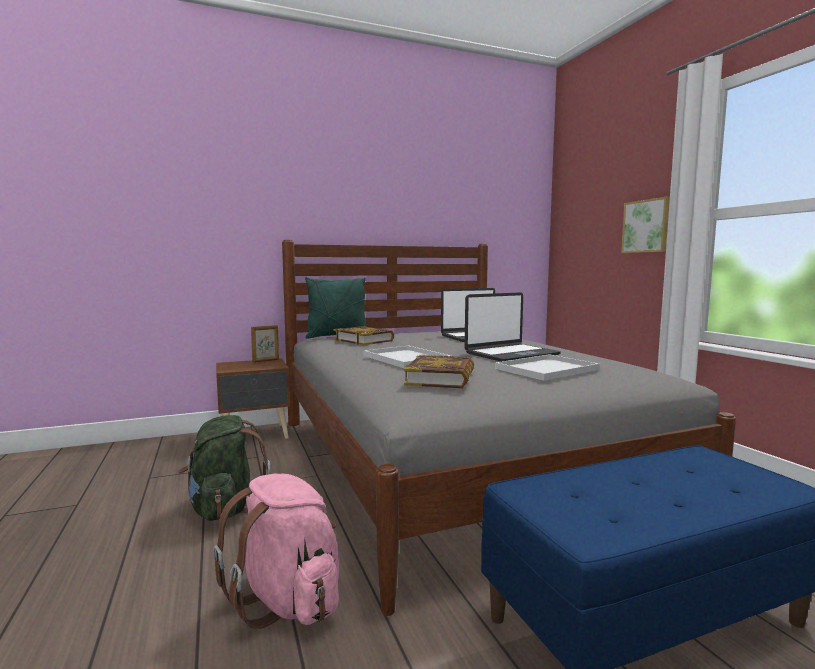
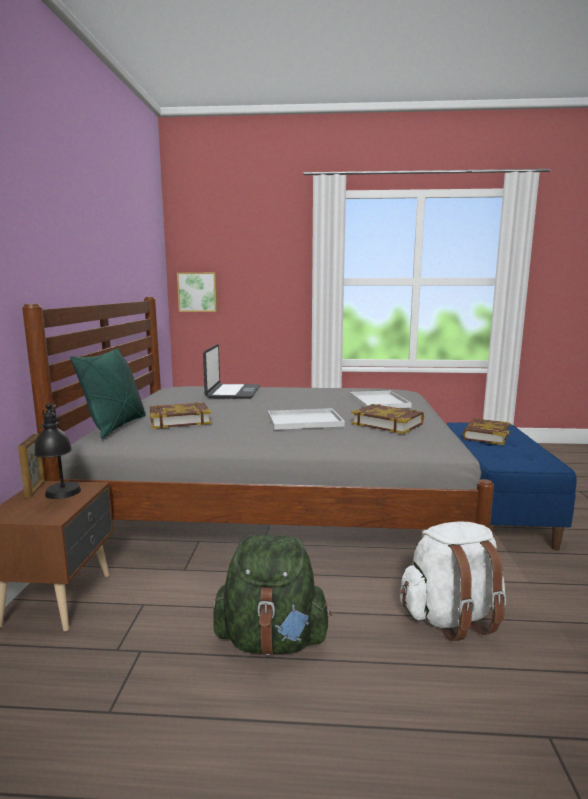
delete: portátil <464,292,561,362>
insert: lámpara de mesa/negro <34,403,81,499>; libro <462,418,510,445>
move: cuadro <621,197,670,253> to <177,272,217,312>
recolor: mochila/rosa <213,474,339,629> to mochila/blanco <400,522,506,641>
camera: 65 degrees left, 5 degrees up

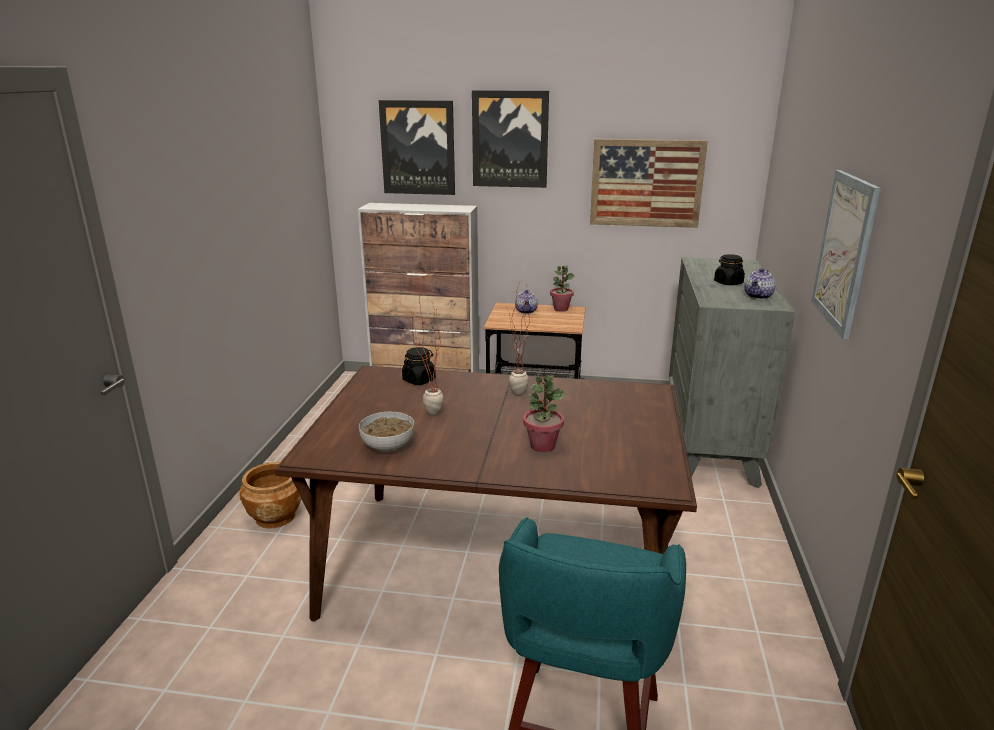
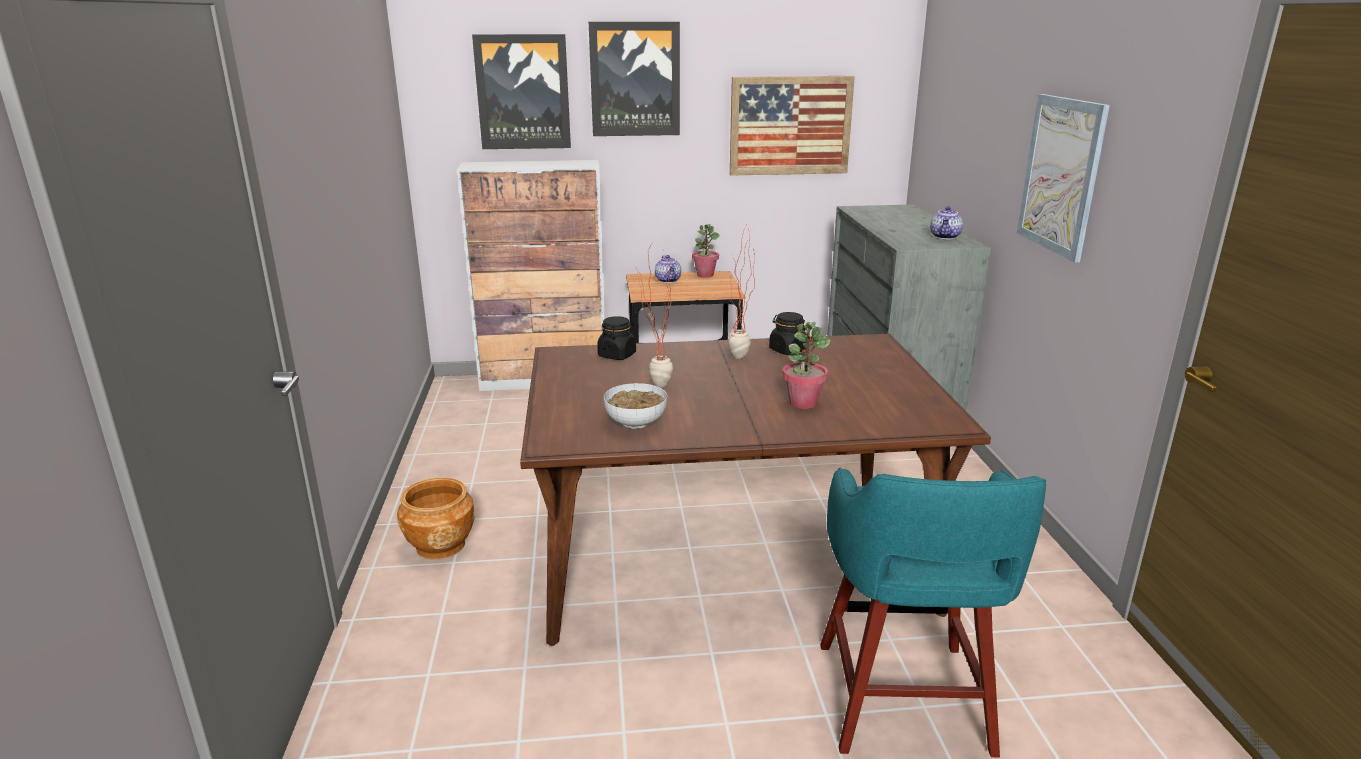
move: tarro/negro <714,254,745,285> to <769,312,807,355>
camera: 15 degrees left, 0 degrees up

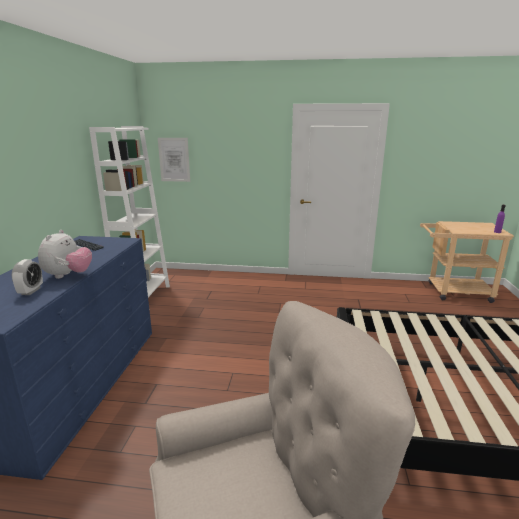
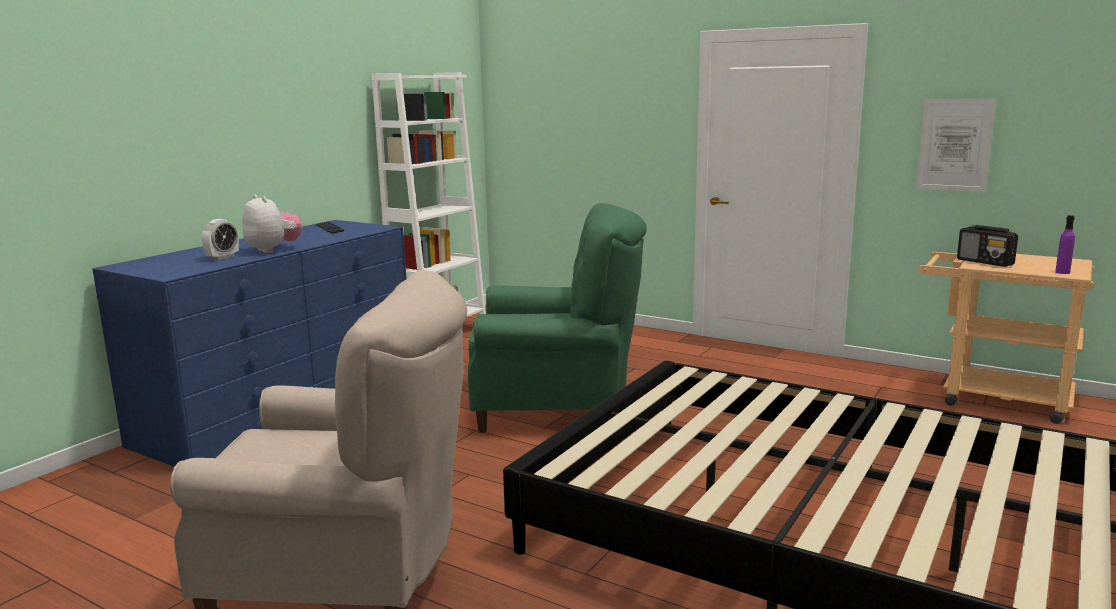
insert: sillón/verde <468,203,647,433>; radio <957,225,1018,267>
move: cuadro <158,138,190,182> to <916,99,996,192>
rotate: peluche <38,230,92,279> = <242,195,302,253> 75 degrees counterclockwise
camera: 25 degrees right, 5 degrees down

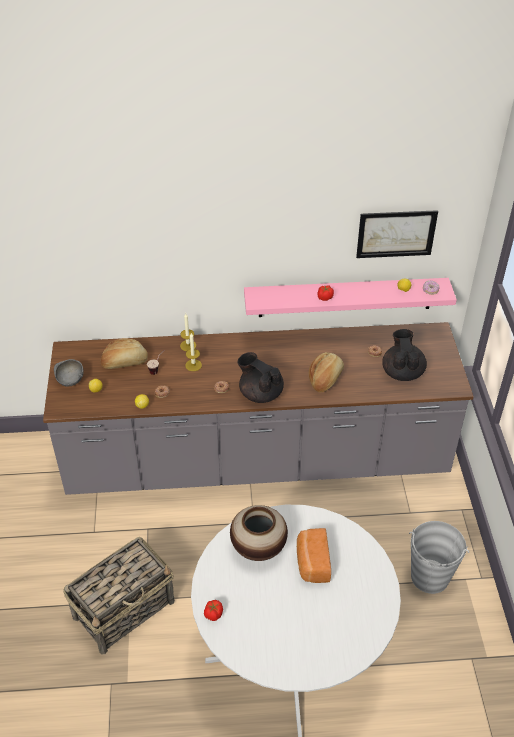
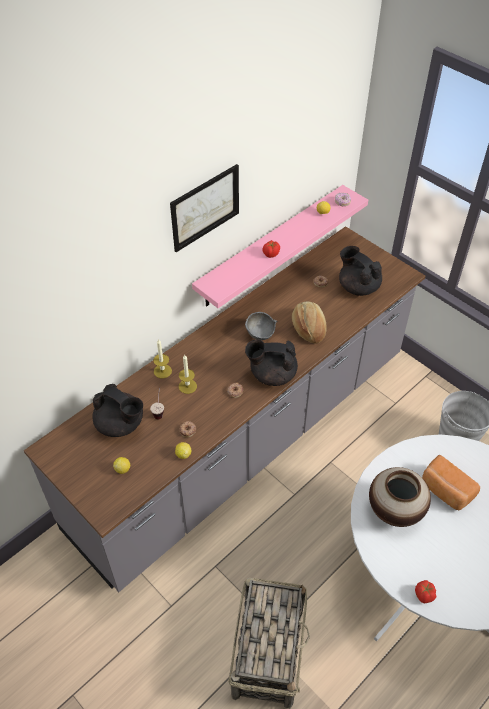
move: cuadro <356,210,438,258> to <170,164,239,252>; cuenco/gris <54,359,84,387> to <245,312,277,340>
replace: pan <101,338,148,369> to tetera/negro <93,384,143,437>
camera: 40 degrees left, 5 degrees up

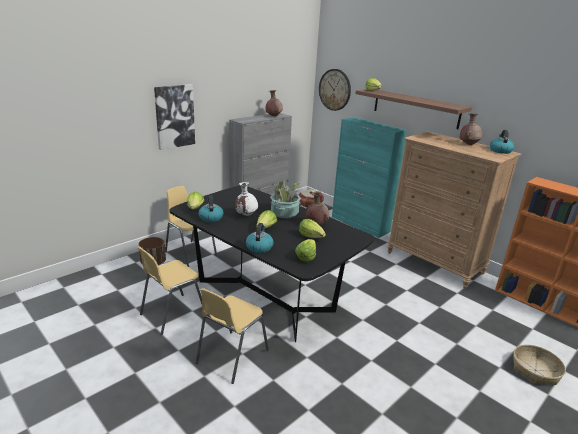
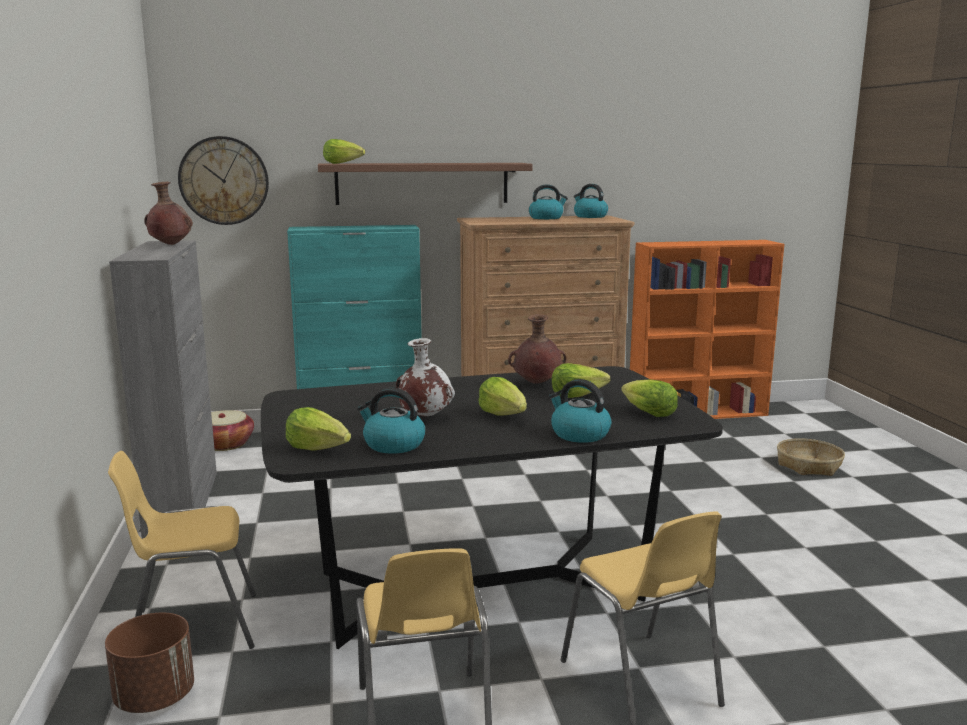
delete: cuadro <154,84,195,150>; planta en maceta <270,181,301,218>
replace: florero/marrón <460,113,482,145> to hervidor <529,184,568,219>
camera: 55 degrees left, 10 degrees down

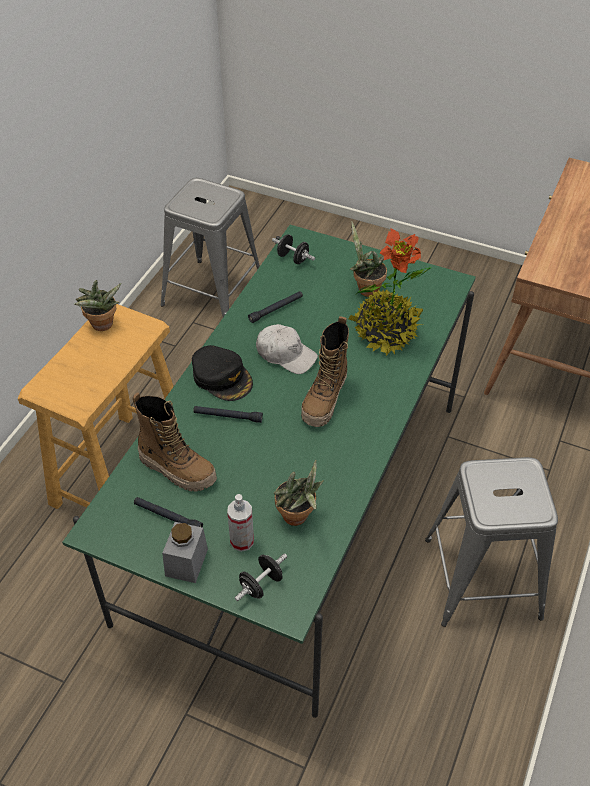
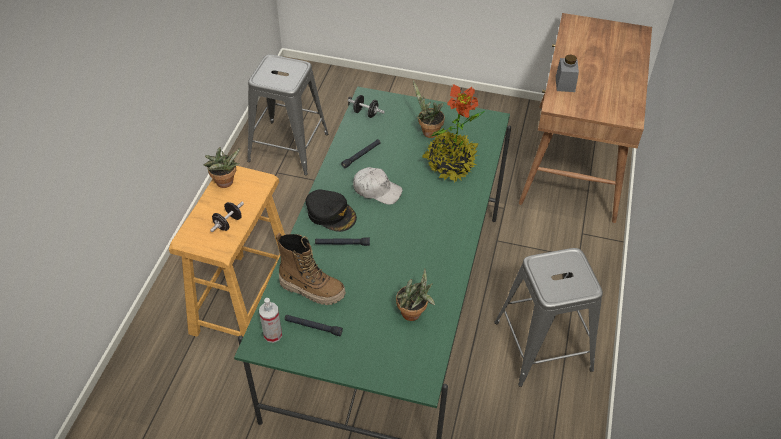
delete: bota <301,316,349,427>
move: pulverizador <227,494,254,552> to <259,298,282,343>; tarro/gris <162,522,208,583> to <556,54,579,92>; mancuerna/negro <235,553,287,601> to <210,202,244,232>
camera: 10 degrees left, 0 degrees up

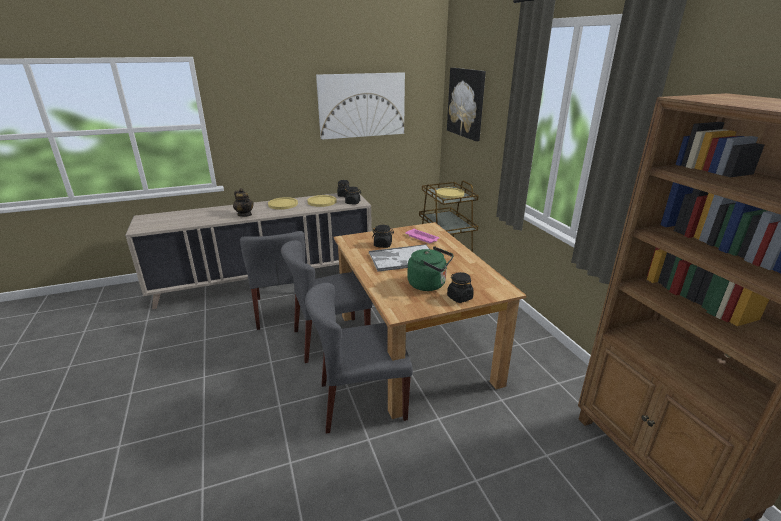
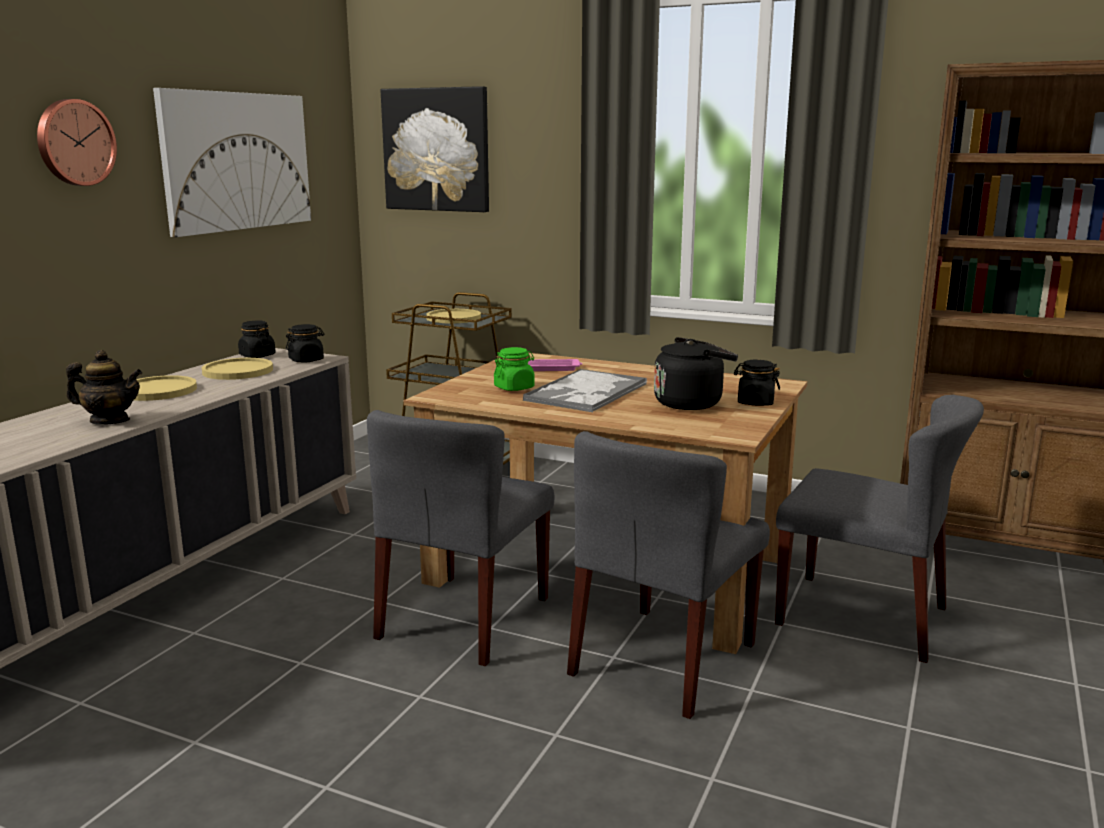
insert: reloj de pared <37,99,117,186>
move: silla/gris <240,231,305,330> to <775,395,984,663>
recolor: tarro/negro <372,225,394,248> to tarro/verde <494,347,535,391>; hervidor/verde <407,246,454,291> to hervidor/negro <654,337,738,410>
camera: 45 degrees left, 10 degrees down

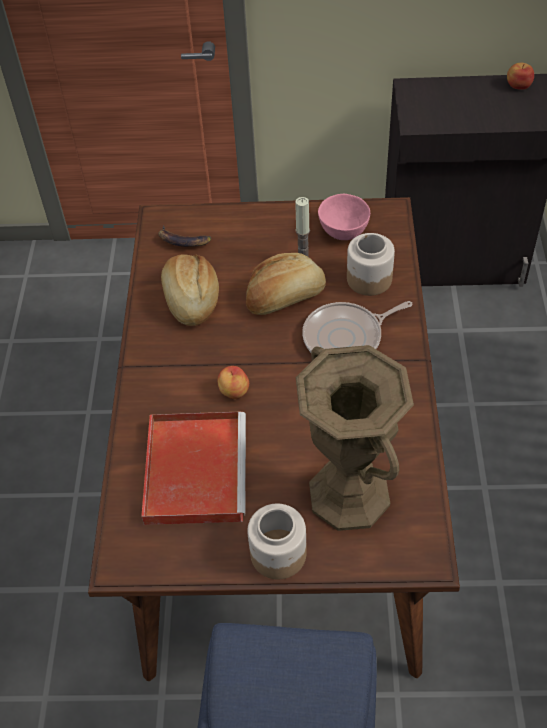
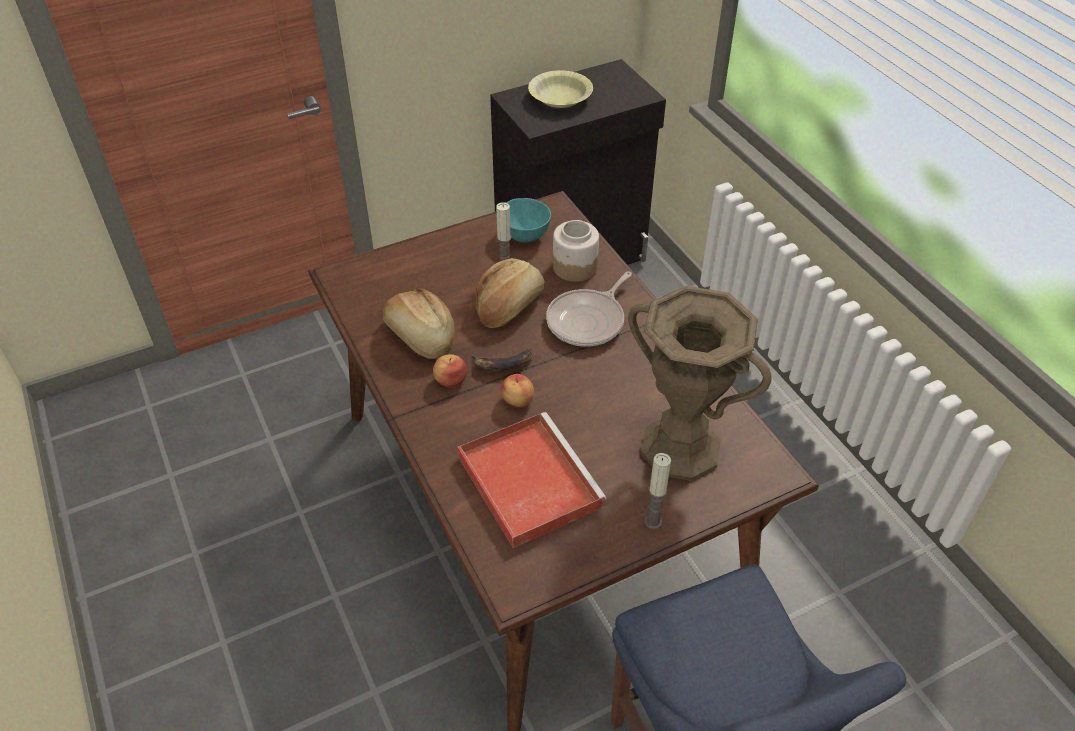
insert: cuenco/amarillo <528,70,593,108>
move: manzana <507,63,534,90> to <433,354,467,387>; plátano <158,226,211,247> to <471,349,533,370>
replace: tarro <247,504,307,580> to vela <645,453,671,529>
recolor: cuenco/rosa <318,194,370,240> to cuenco/turquesa <506,198,551,242>
camera: 30 degrees left, 5 degrees down

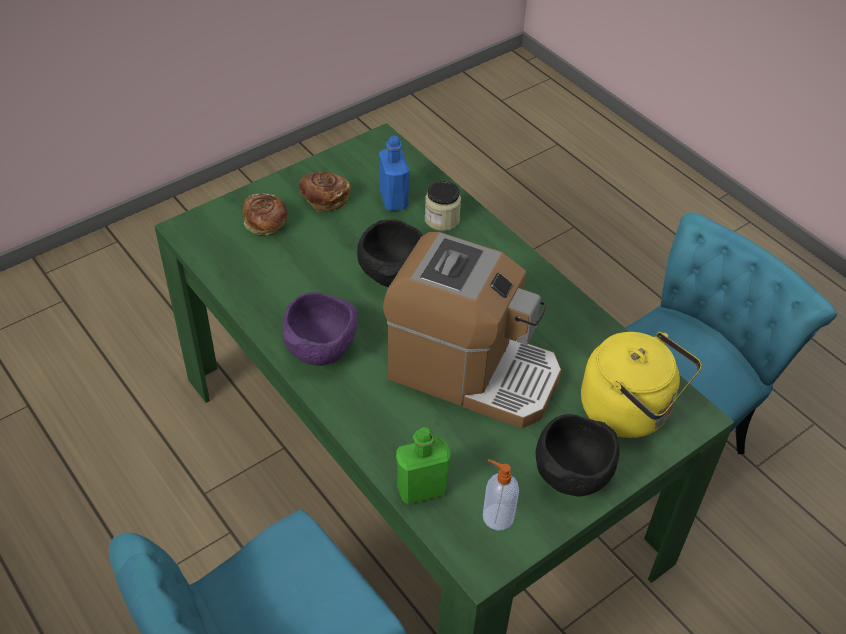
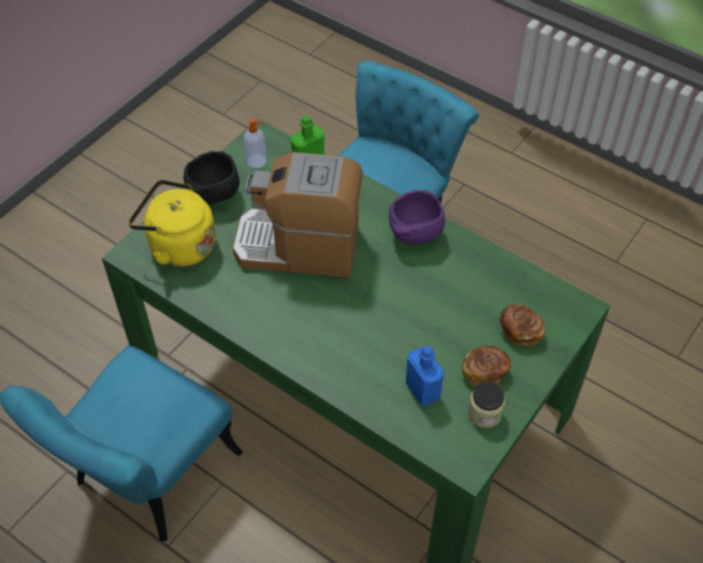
delete: cuenco/negro <357,219,423,287>
move: tarro <425,181,461,231> to <468,381,505,428>
camera: 165 degrees right, 5 degrees up

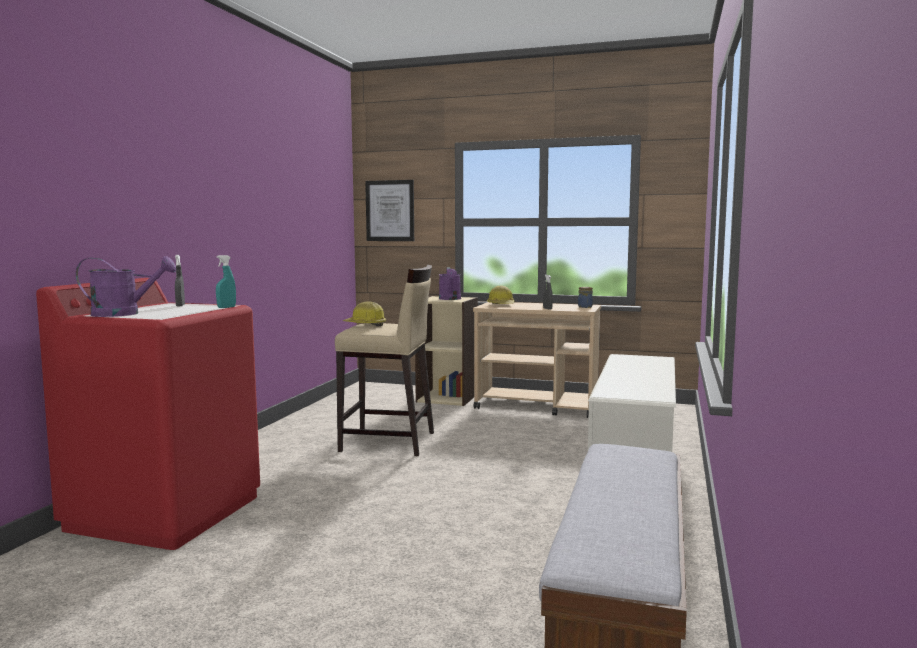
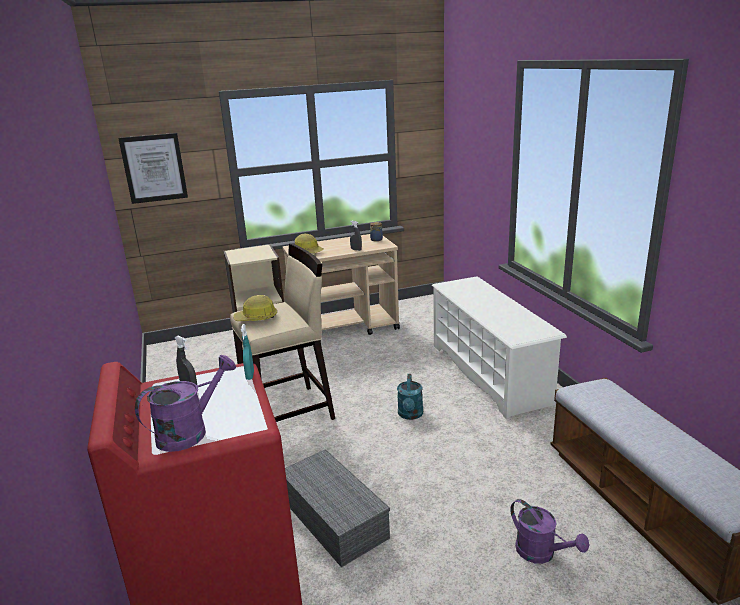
insert: regadera/turquesa <397,374,423,420>; caja de almacenaje/gris <285,449,390,567>
move: regadera/morado <439,267,461,300> to <510,499,589,564>
camera: 35 degrees left, 15 degrees up

